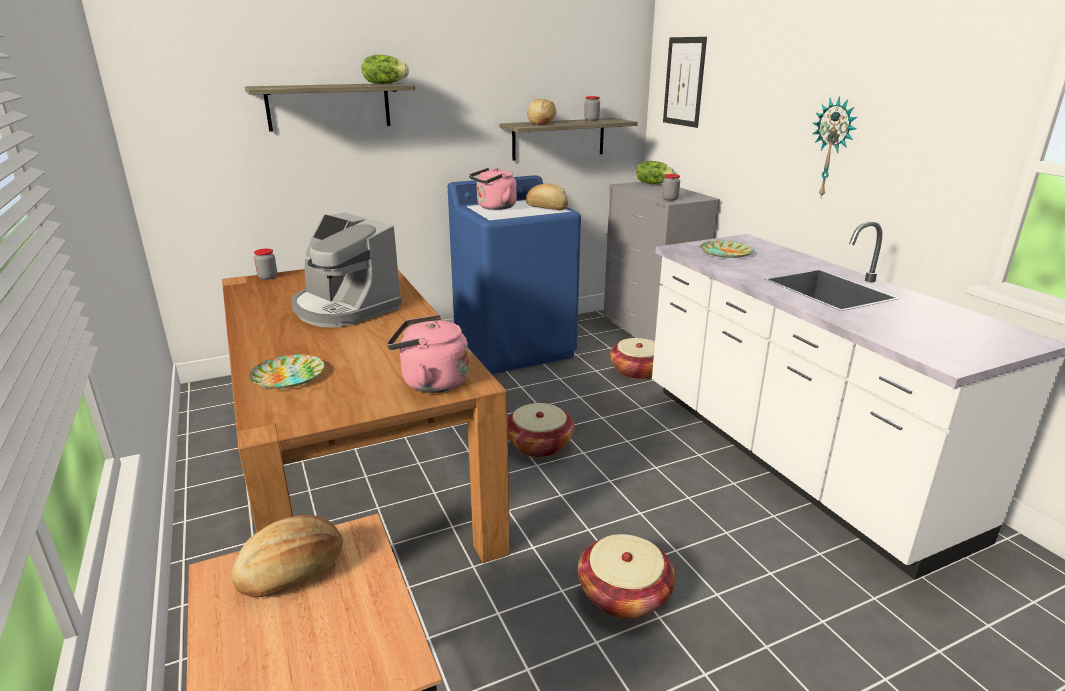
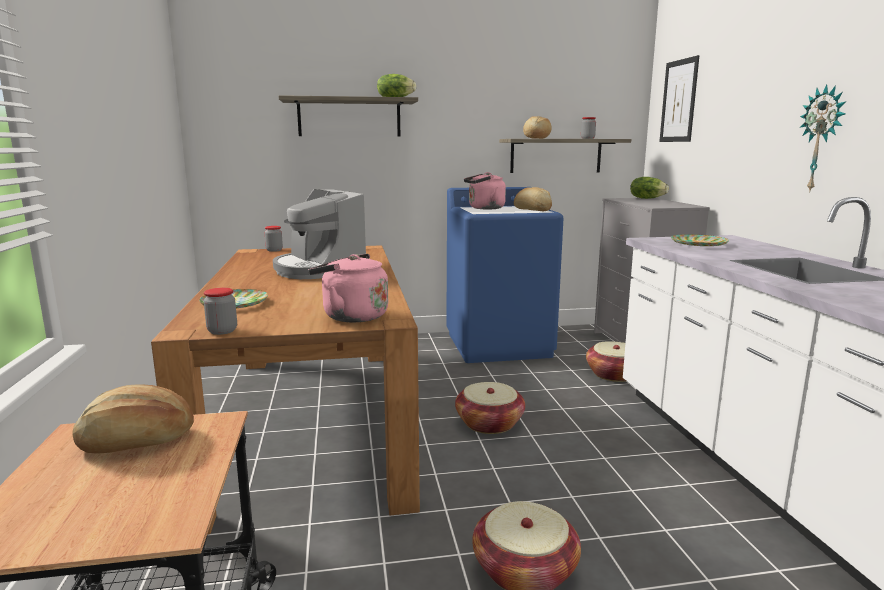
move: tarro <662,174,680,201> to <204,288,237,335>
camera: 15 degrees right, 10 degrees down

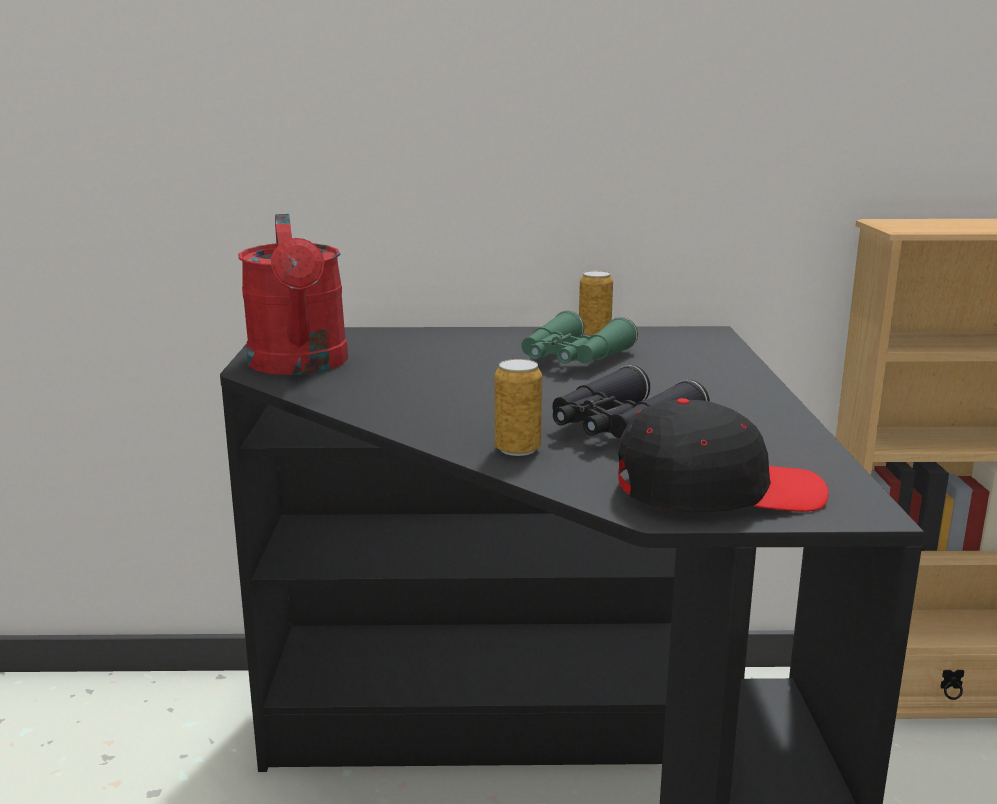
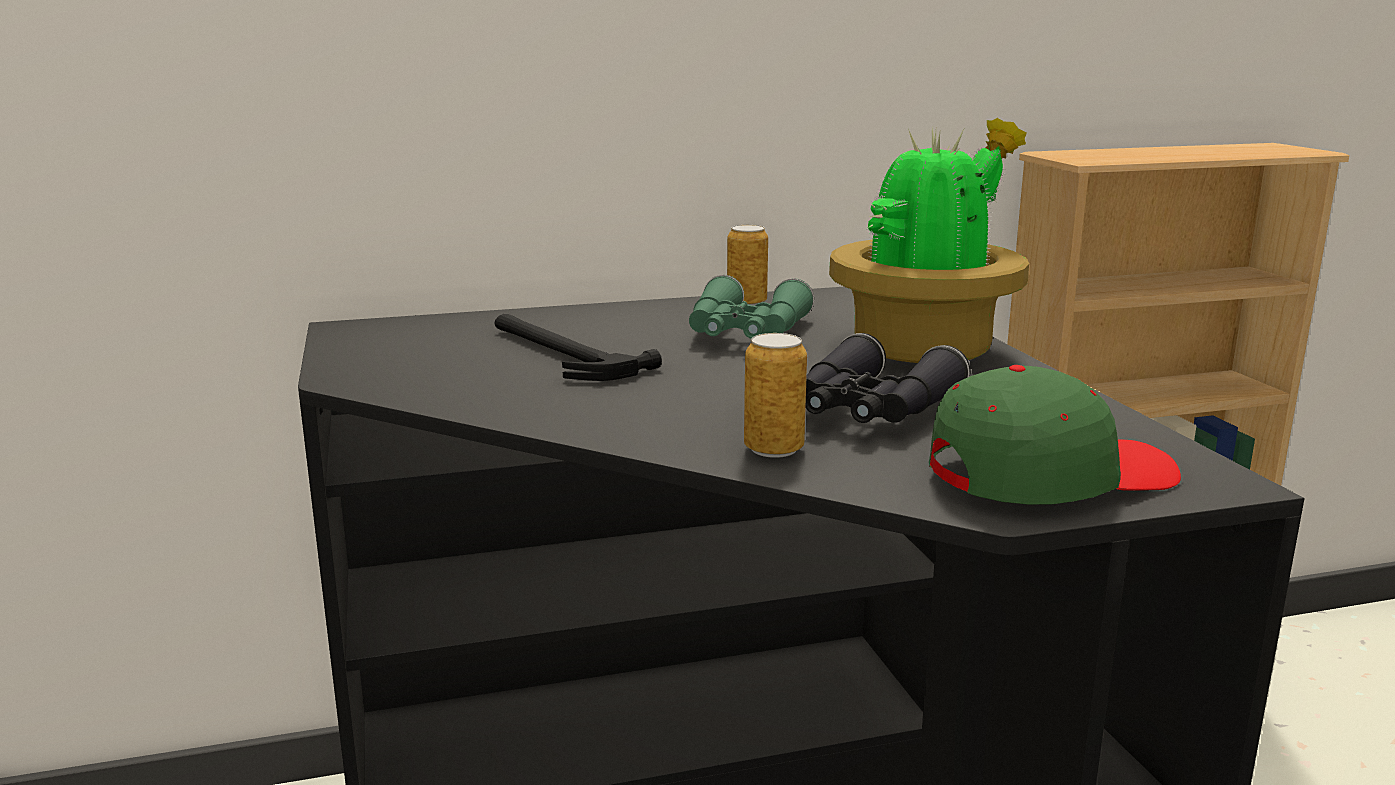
delete: regadera/rojo <238,214,348,375>
insert: planta en maceta <829,118,1029,363>; martillo <494,314,662,381>
recolor: gorra/negro <618,398,829,512> to gorra/verde <929,365,1181,505>
camera: 15 degrees left, 0 degrees up

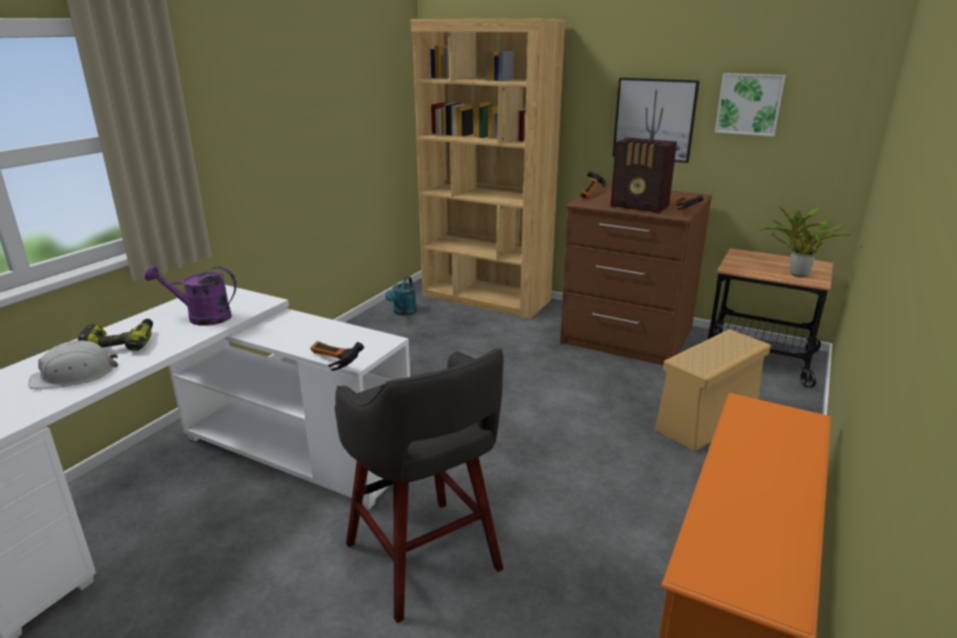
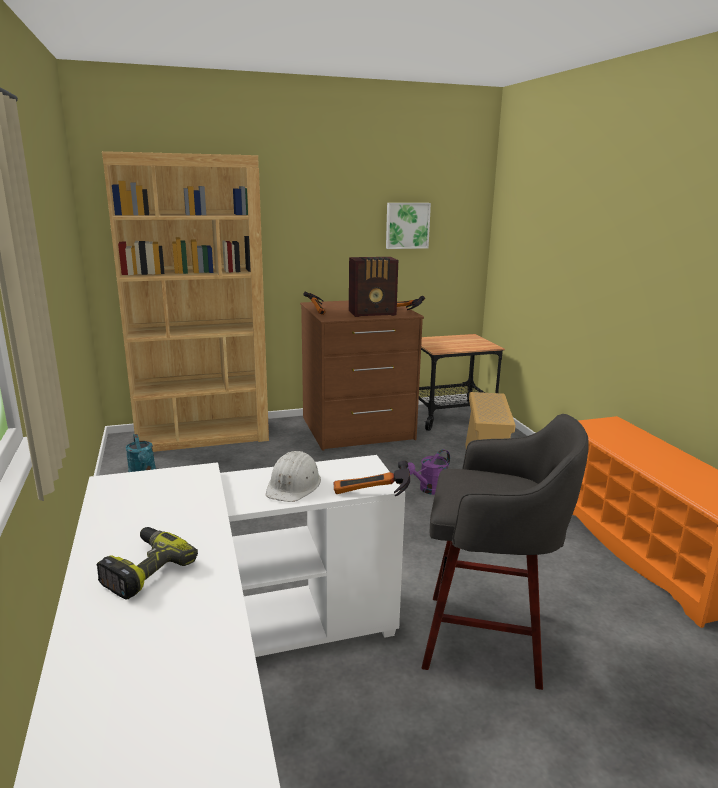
delete: cuadro <613,78,699,163>; planta en maceta <759,205,852,277>
move: regadera/morado <145,265,237,326> to <408,449,450,495>; casco/blanco <28,340,118,389> to <266,451,321,502>
camera: 45 degrees left, 5 degrees down

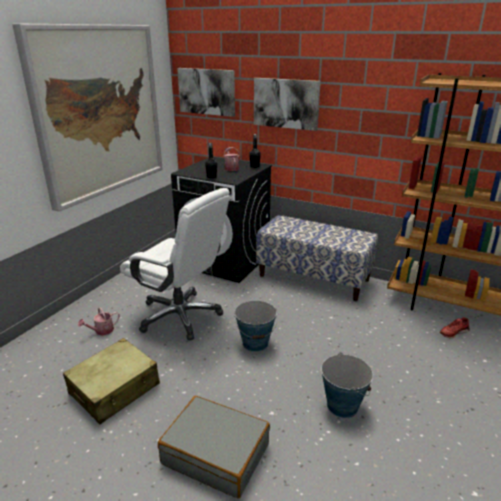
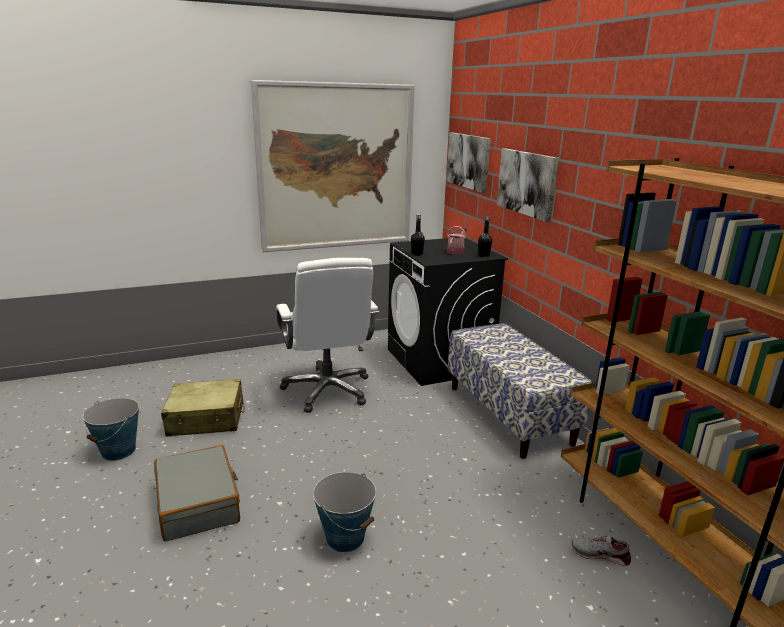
delete: regadera <78,307,120,336>
move: cubo <234,300,278,352> to <83,398,139,461>
recolor: zapato/rojo <440,317,469,338> to zapato/gris <572,535,631,566>
camera: 40 degrees right, 5 degrees down

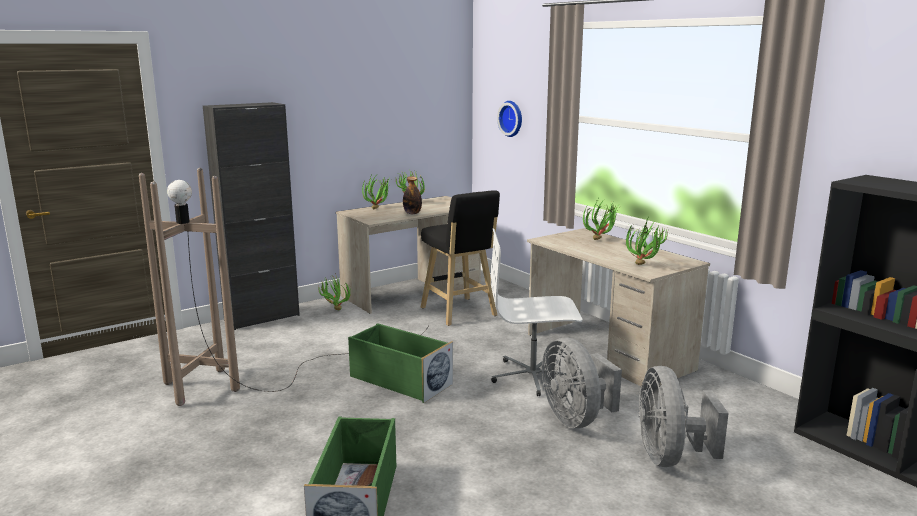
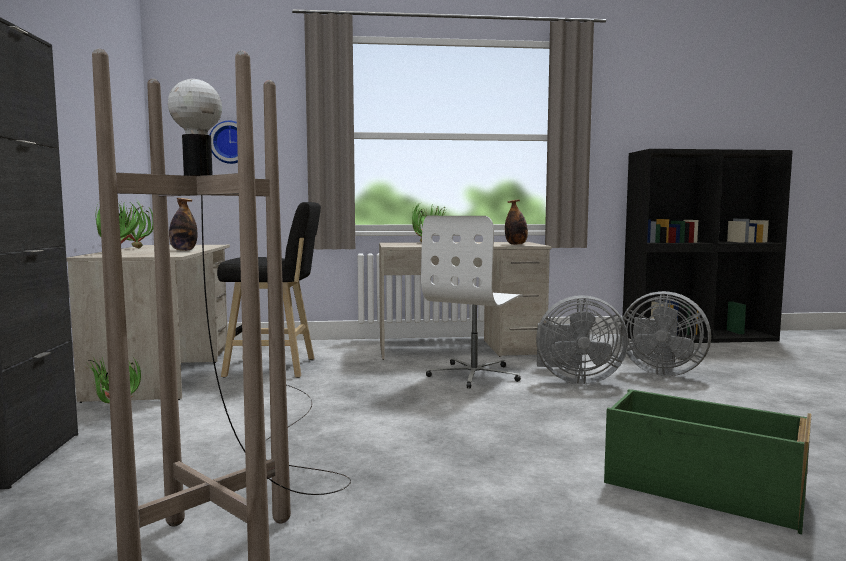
delete: caja de almacenaje/verde <348,323,453,403>
replace: planta en maceta <626,219,668,265> to botella <505,200,528,245>
camera: 60 degrees left, 10 degrees down

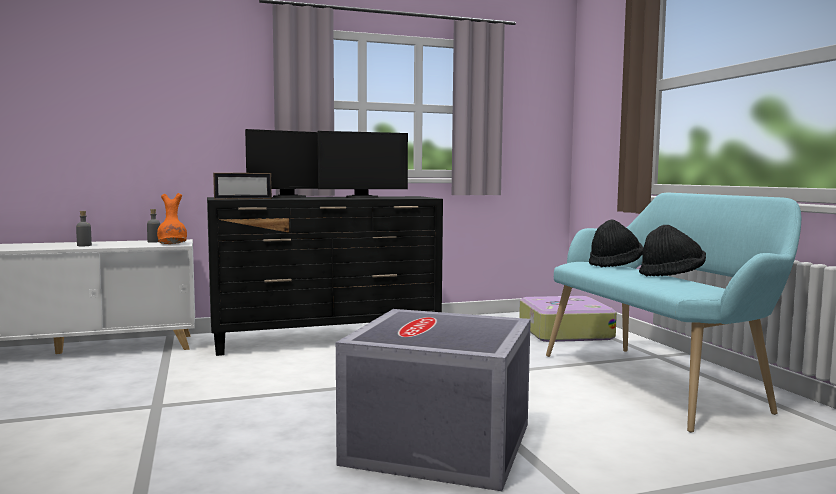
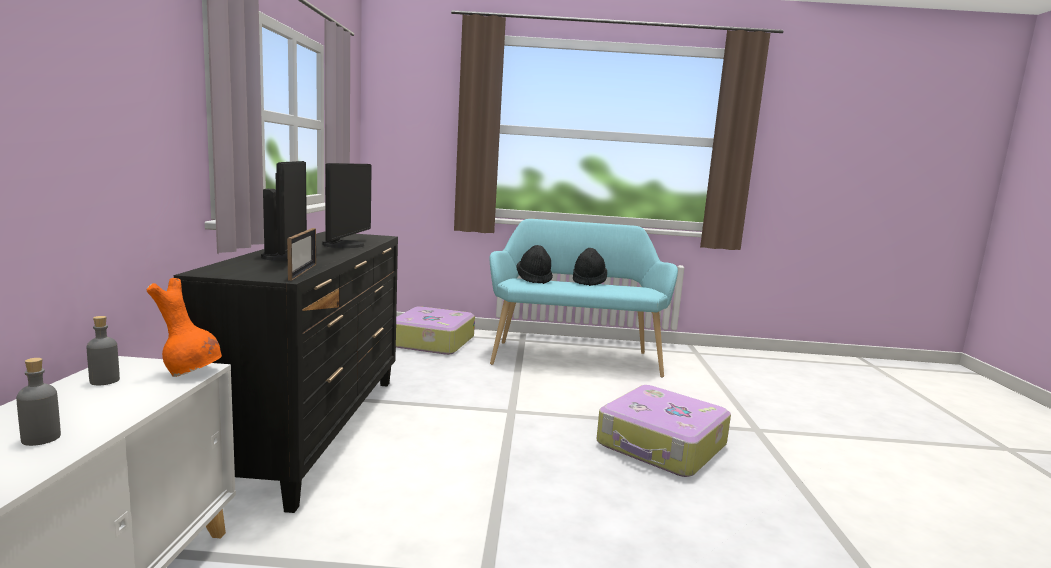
replace: caja de almacenaje/gris <336,309,531,491> to maleta <597,385,731,477>
camera: 70 degrees left, 5 degrees up

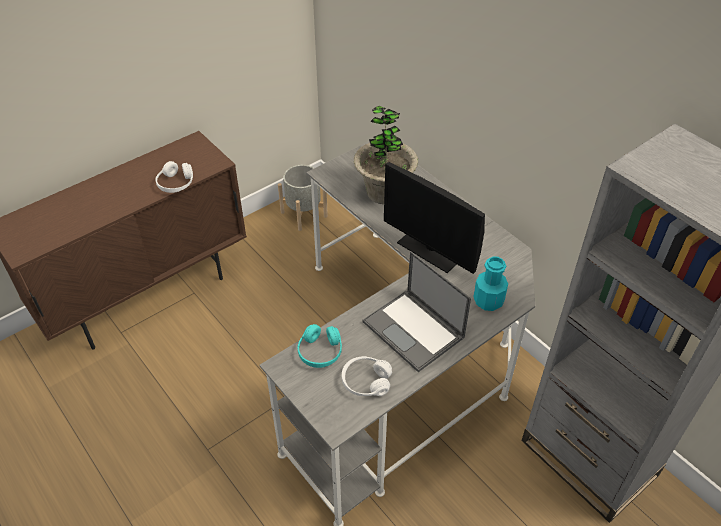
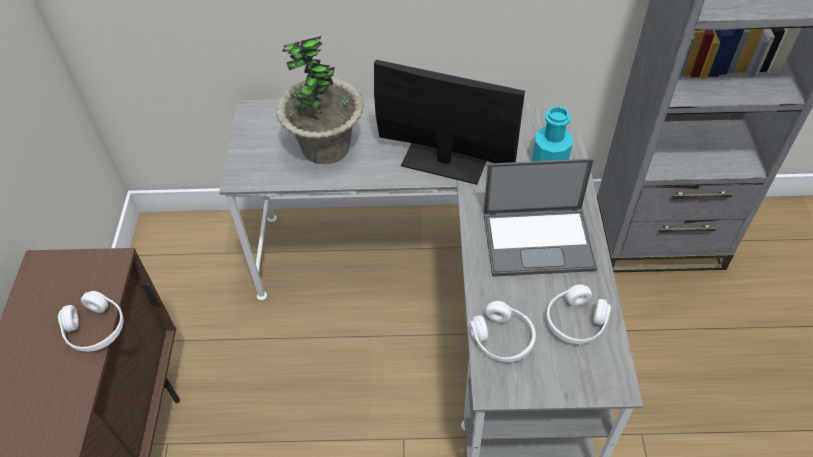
delete: maceta/gris <278,165,328,231>
recolor: auriculares/turquesa <297,324,342,368> to auriculares/blanco <469,301,536,362>
rotate: monitor <384,162,485,274> = <374,60,525,185> 150 degrees counterclockwise
camera: 50 degrees left, 5 degrees up

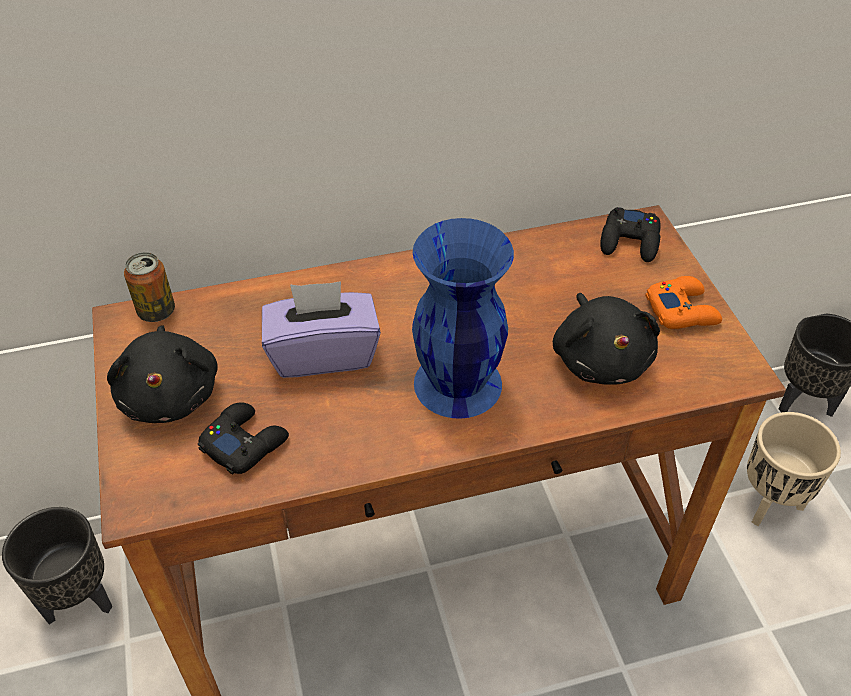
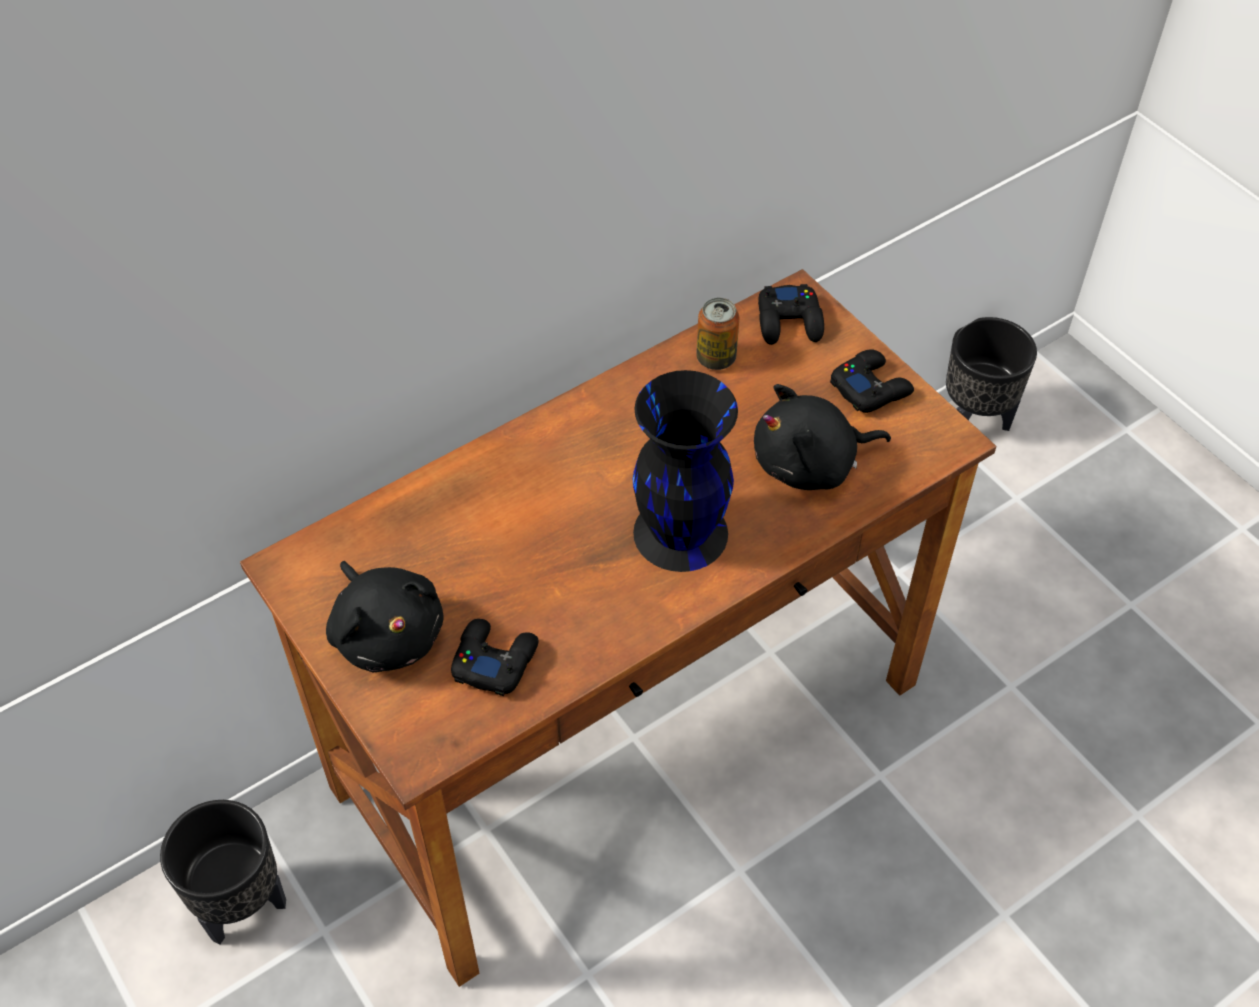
delete: caja de pañuelos/morado <262,281,381,378>; maceta/beis <747,412,841,526>
move: lata <124,252,175,322> to <696,298,739,370>
recolor: florero/azul <412,218,514,419> to florero/negro <633,370,738,572>; mando de consola/naranja <645,276,722,329> to mando de consola/negro <830,349,914,413>
rotate: peluche/negro <553,293,660,385> = <754,384,891,490> 105 degrees clockwise
camera: 20 degrees left, 5 degrees up

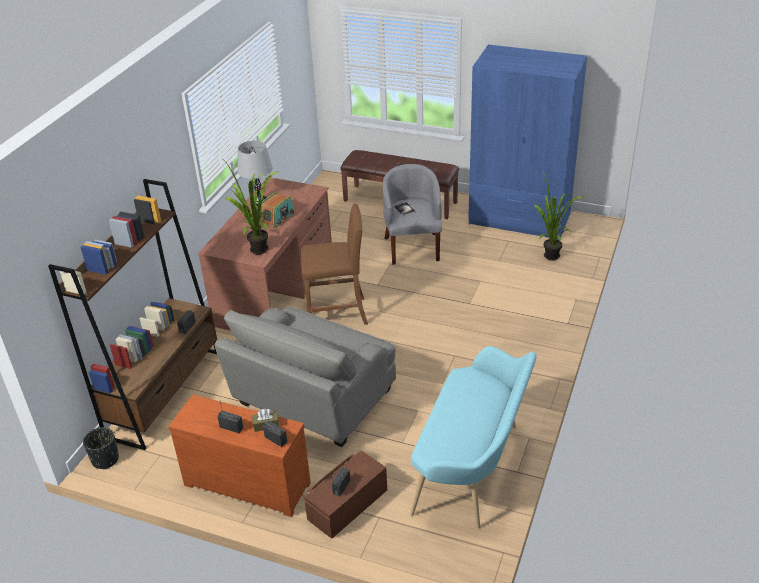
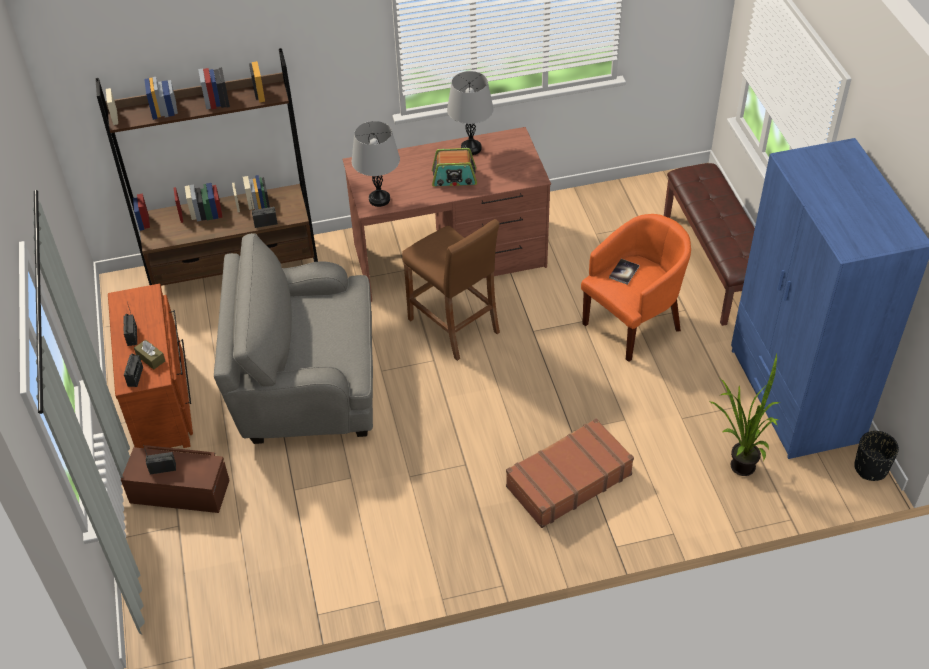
delete: banco/turquesa <410,346,537,528>
insert: maleta/marrón <506,418,634,528>
move: maceta/negro <83,427,119,470> to <854,431,899,481>
replace: planta en maceta <221,158,279,255> to lámpara de mesa/gris <352,121,400,207>
recolor: sillón/gris <383,164,442,265> to sillón/naranja <581,214,691,362>
camera: 55 degrees right, 10 degrees up

